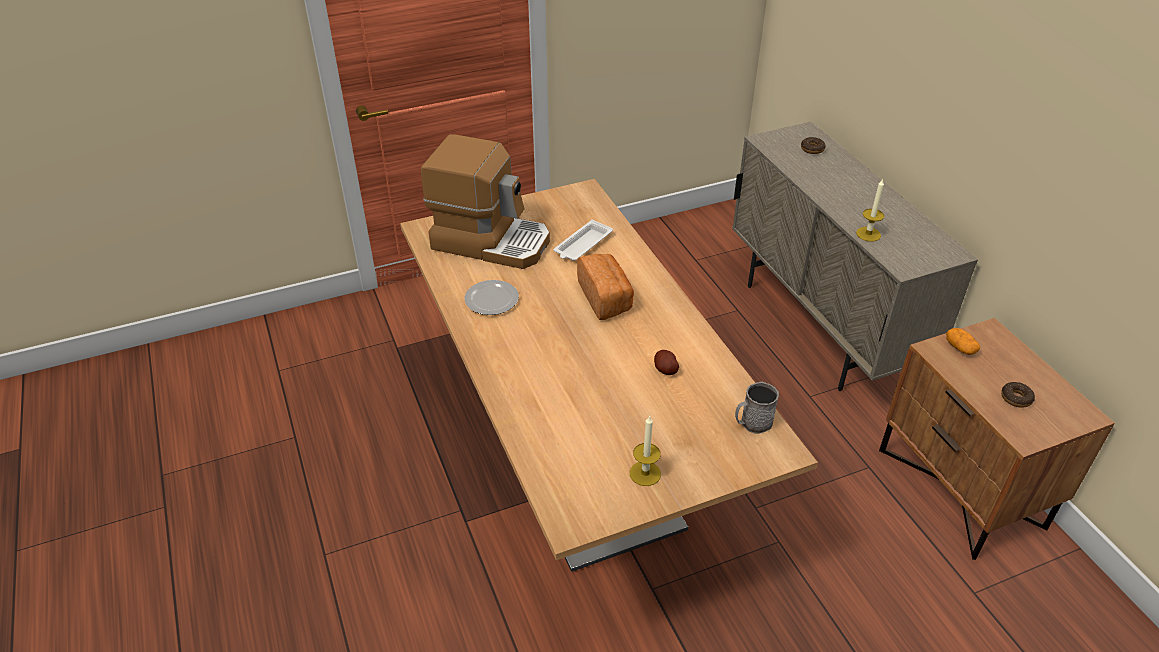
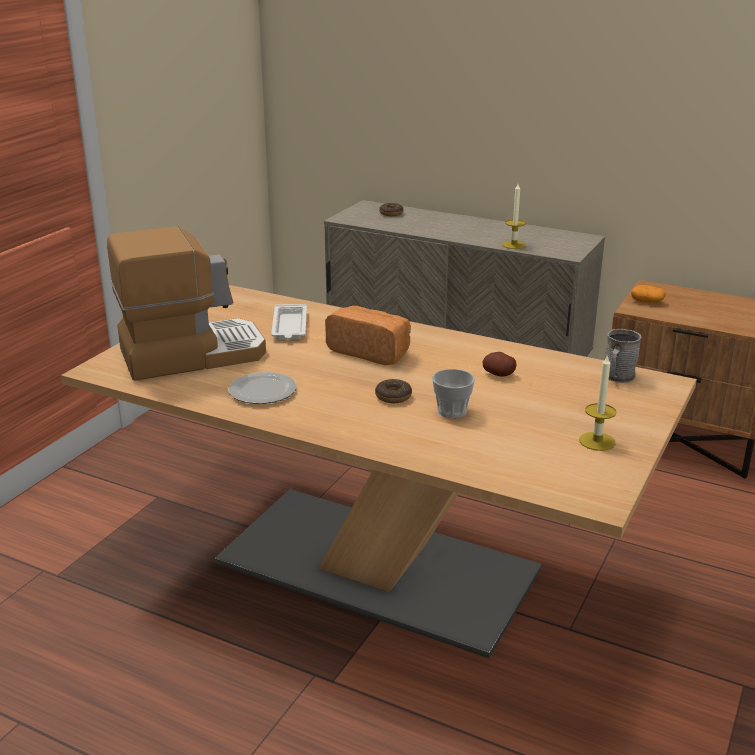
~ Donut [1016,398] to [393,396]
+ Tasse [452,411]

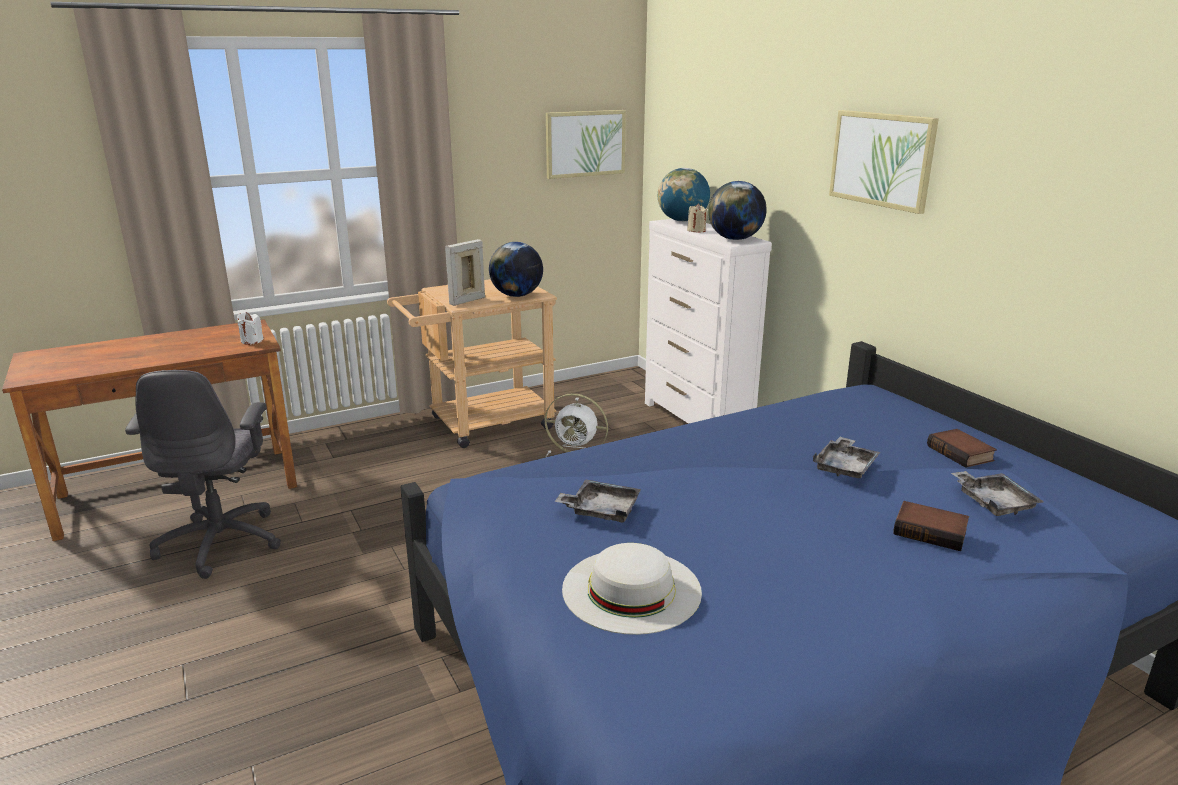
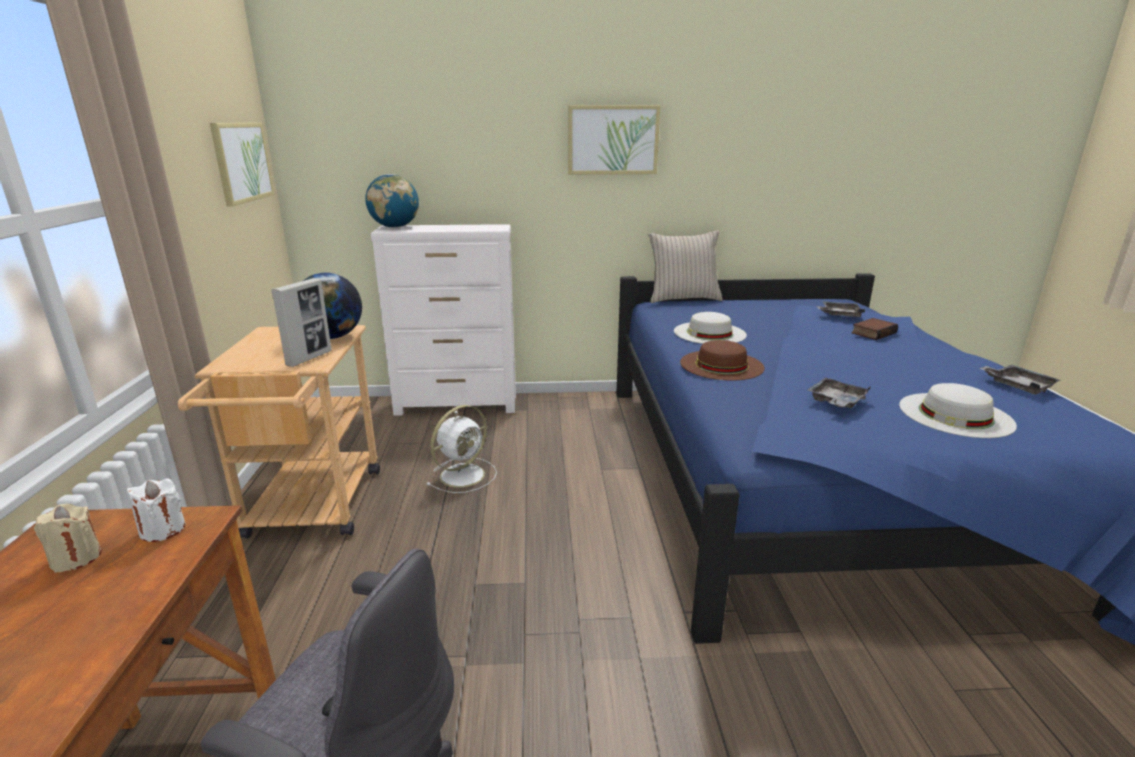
~ Bilderrahmen [467,301] = [309,358] 135 degrees counterclockwise
~ Kerze [beige] [696,230] to [76,558]
- Globus [735,239]
~ Tablett [grau] [845,467] to [1018,386]
- Buch [962,453]
+ Kissen [beige] [683,299]
+ Hut [weiß] [709,333]
+ Hut [braun] [721,365]

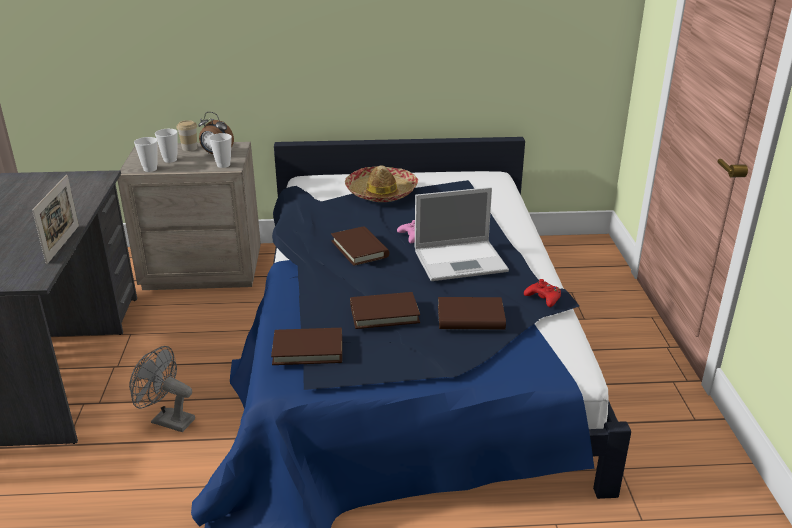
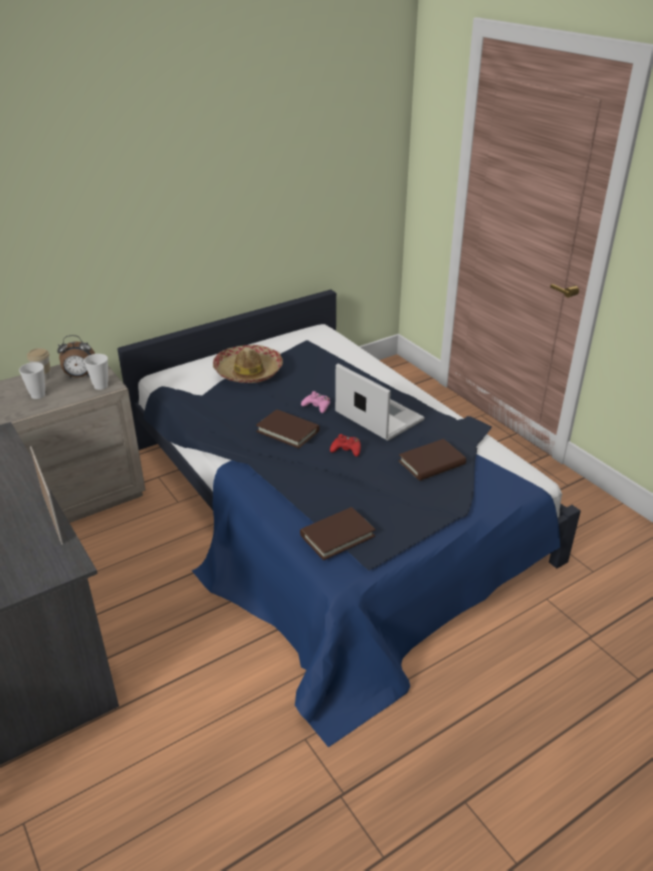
- Ventilator [grau] [167,420]
- Tasse [150,169]
- Buch [braun] [384,313]
~ Laptop [462,260] = [377,416] 90 degrees counterclockwise
~ Gamepad [rot] [543,298] to [346,449]

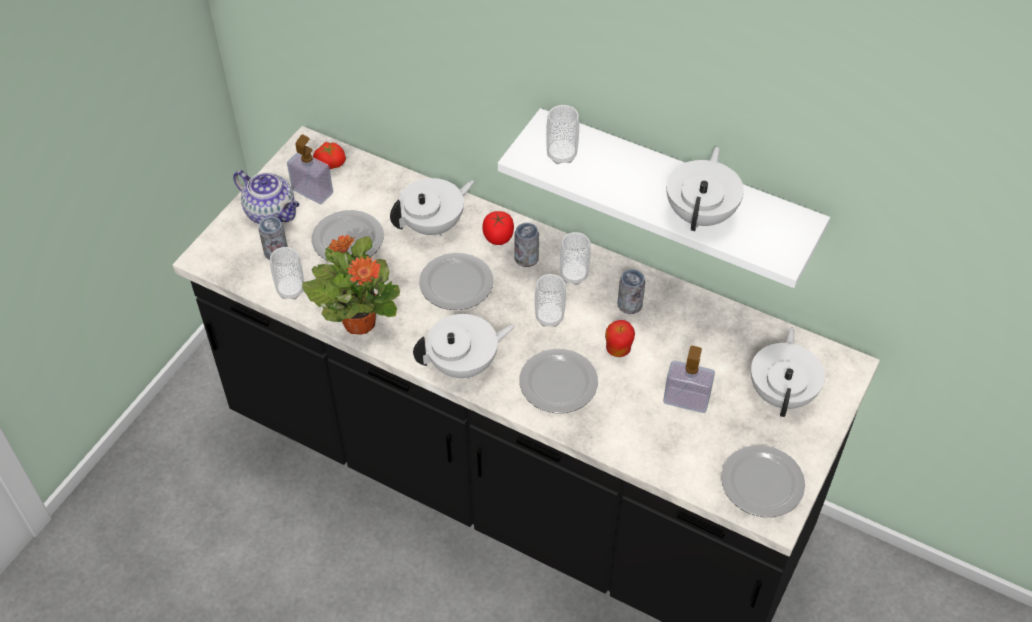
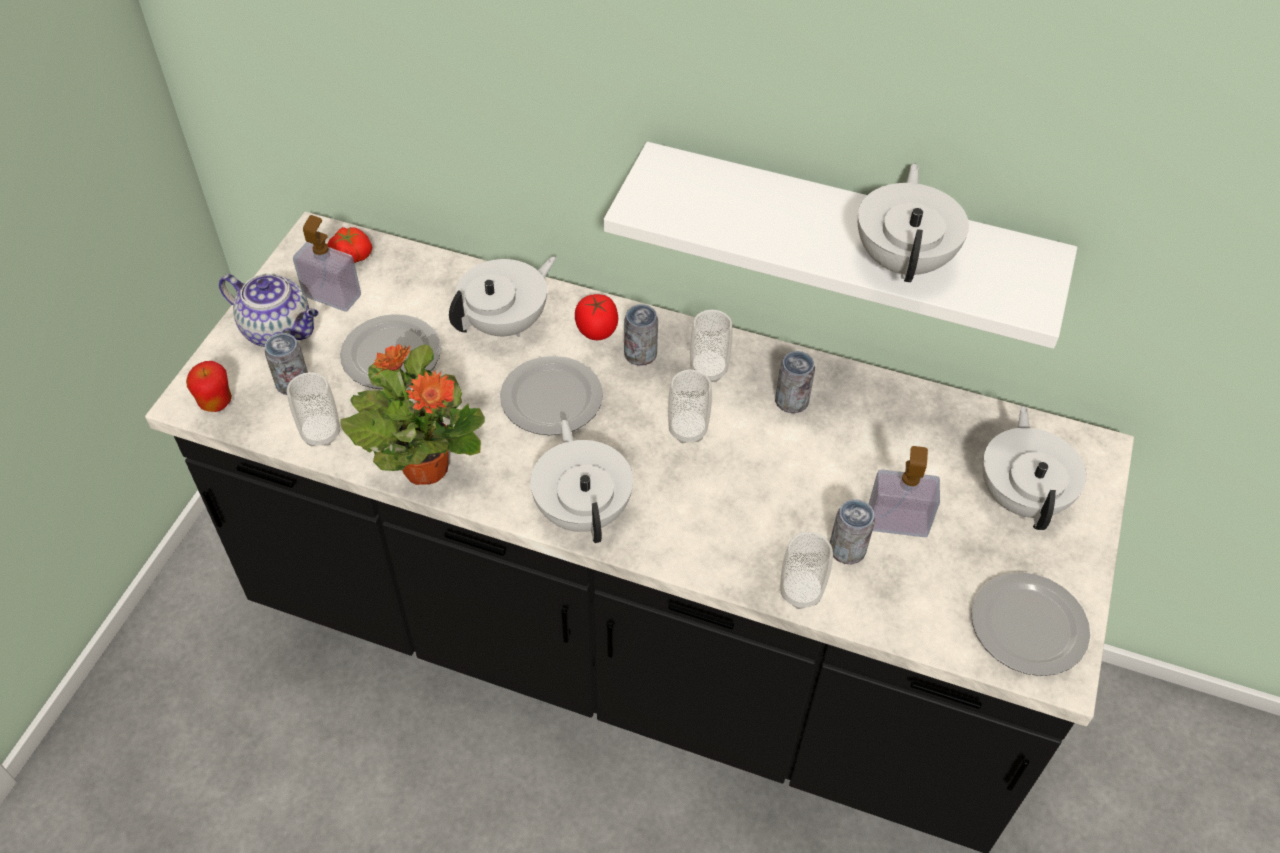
~ Teekanne [weiß] [464,364] = [583,509] 75 degrees counterclockwise
- Teller [557,383]
~ Tasse [561,155] to [800,592]
~ Apfel [618,350] to [216,403]
+ Dose [847,550]

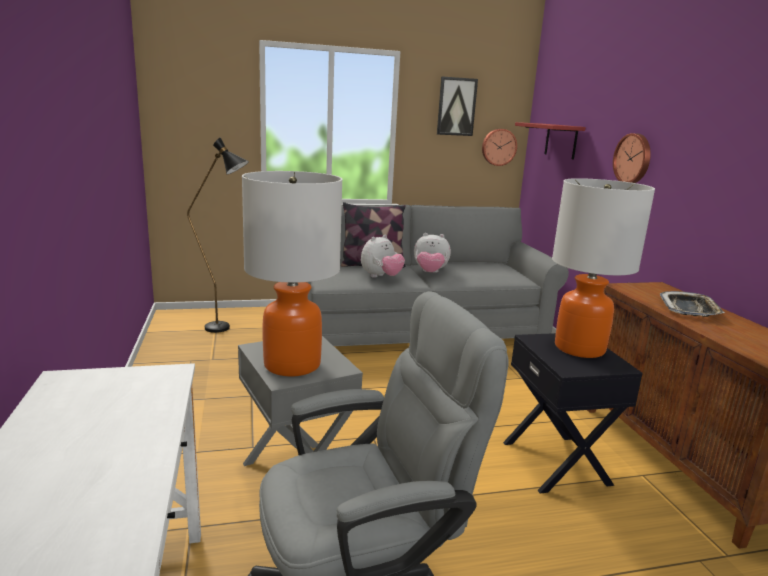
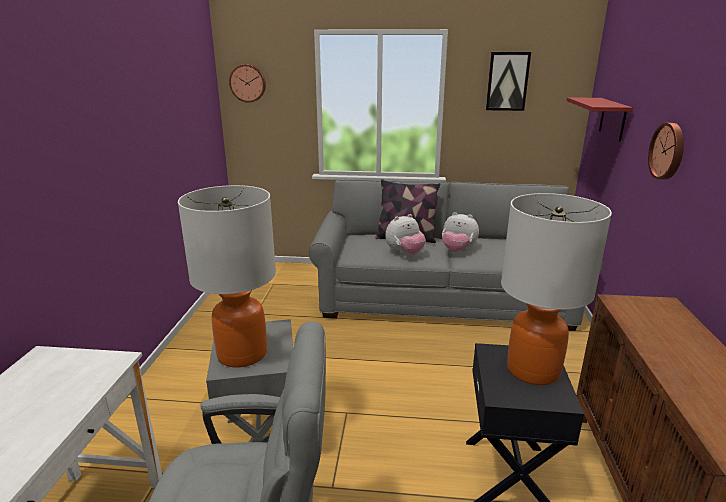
- Stehlampe [schwarz] [225,329]
~ Wanduhr [498,147] to [248,83]
- Tablett [689,309]

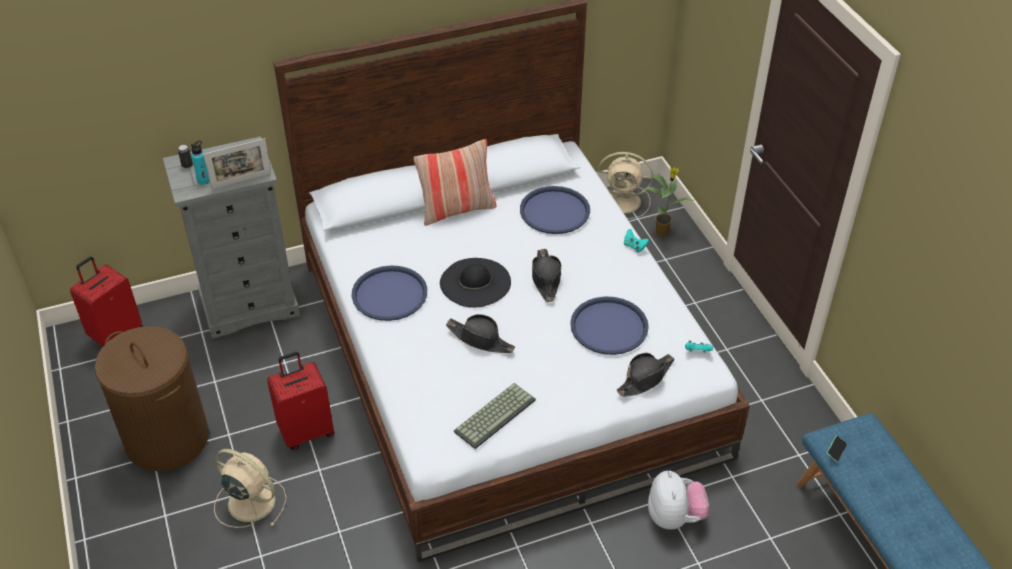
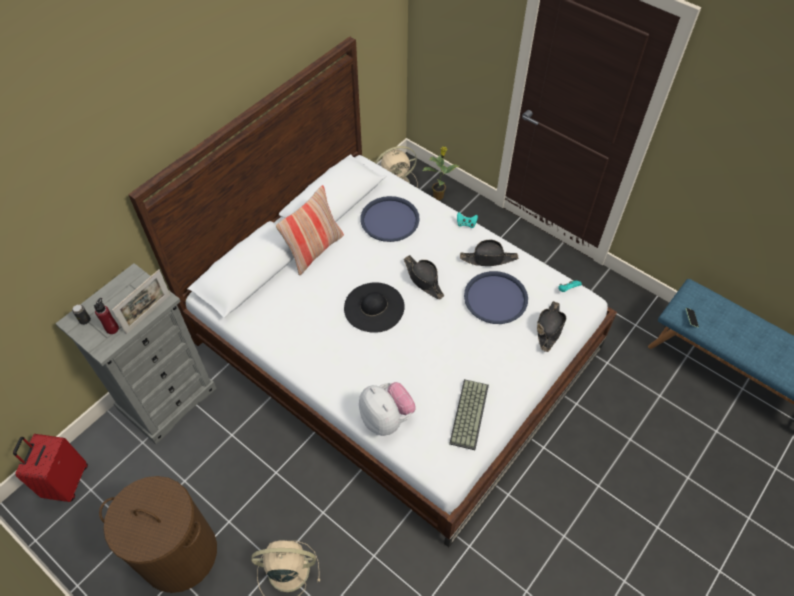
~ Flasche [türkis] [203,180] to Flasche [rot] [112,329]
- Koffer [rot] [306,431]
- Tablett [blau] [389,294]
~ Hut [schwarz] [480,339] to [488,258]
~ Plüschtier [674,517] to [386,418]

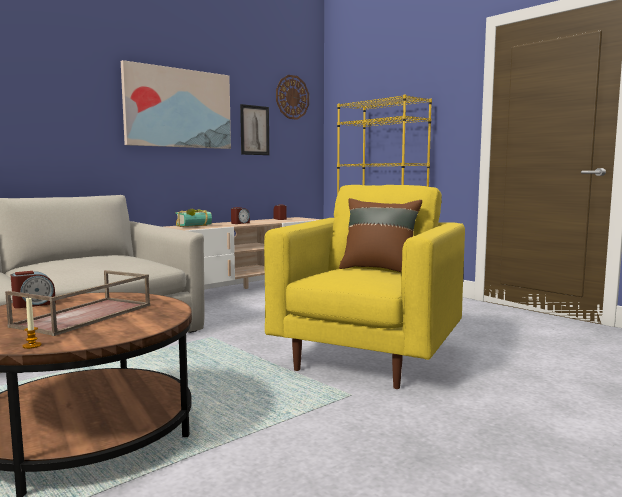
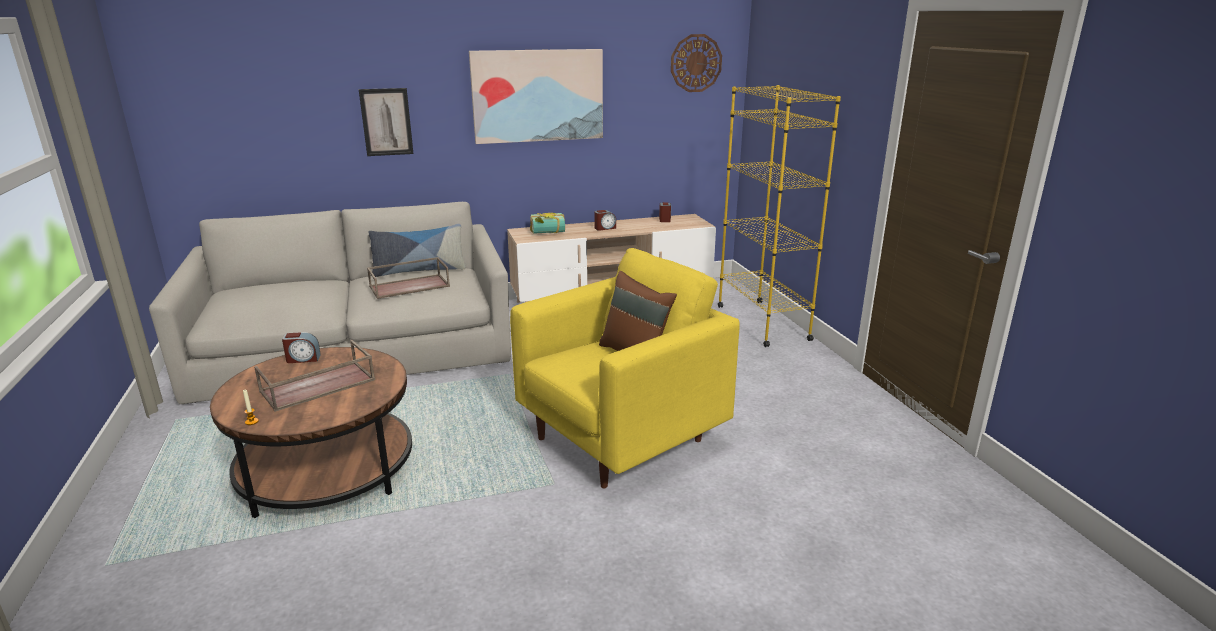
~ Bild [254,130] to [386,122]
+ Tablett [braun] [410,286]
+ Kissen [419,270]

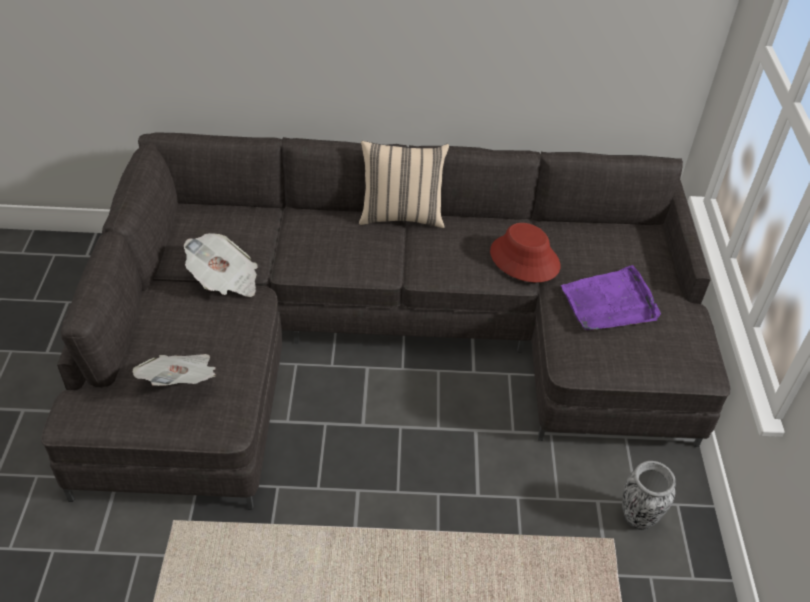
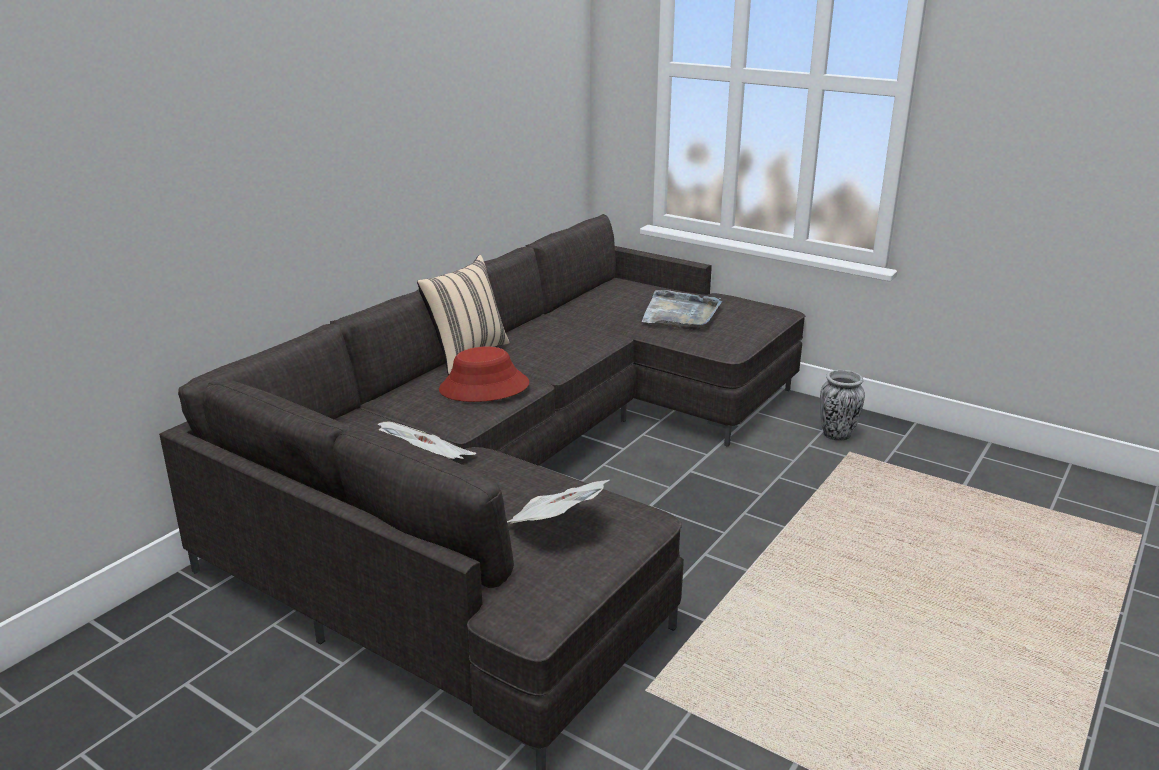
~ Hut [rot] [524,259] to [484,387]
~ Tablett [lila] [609,303] to Tablett [grau] [680,314]

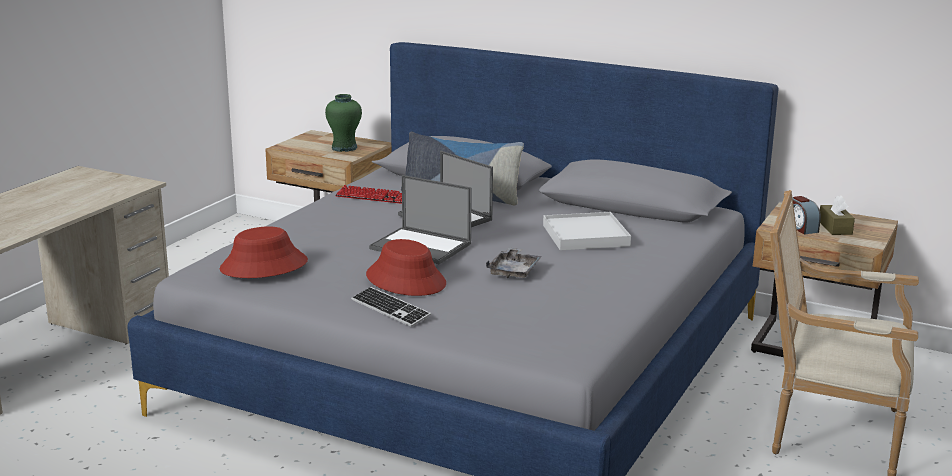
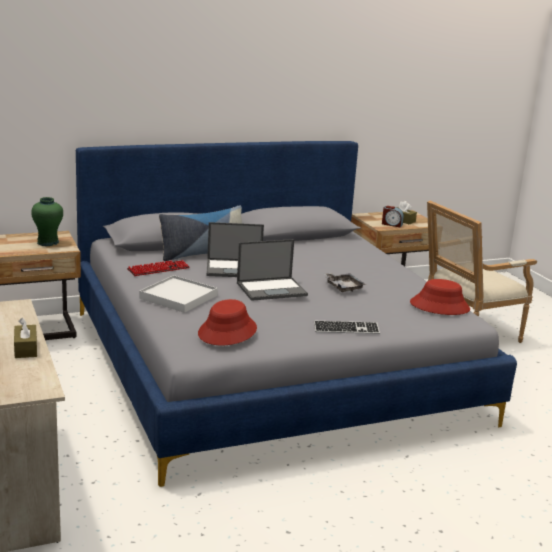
~ Hut [rot] [406,280] to [439,306]
~ Tablett [weiß] [585,235] to [178,297]
+ Taschentuchbox [braun] [26,349]

